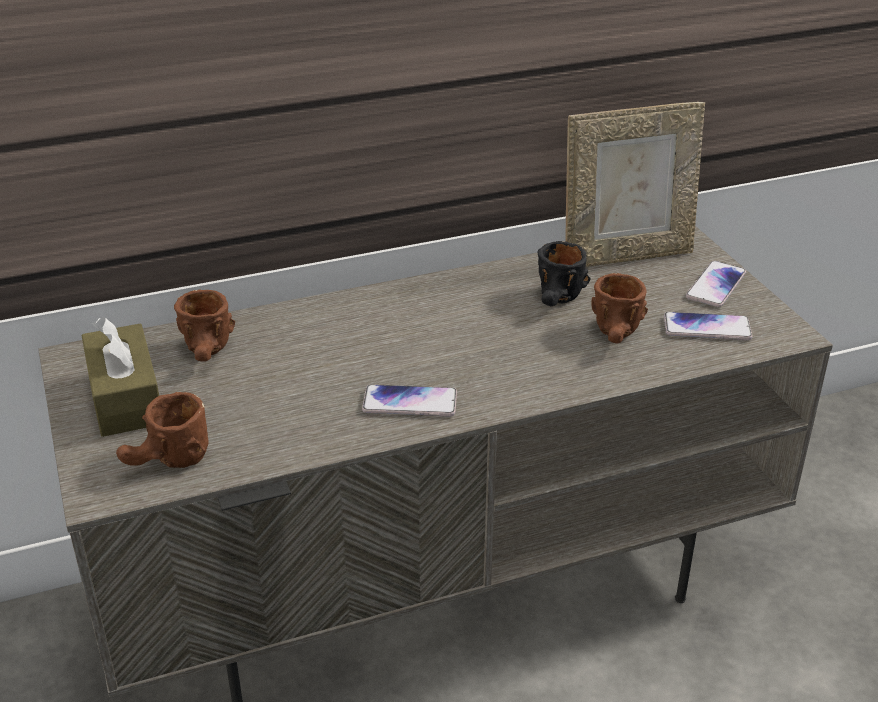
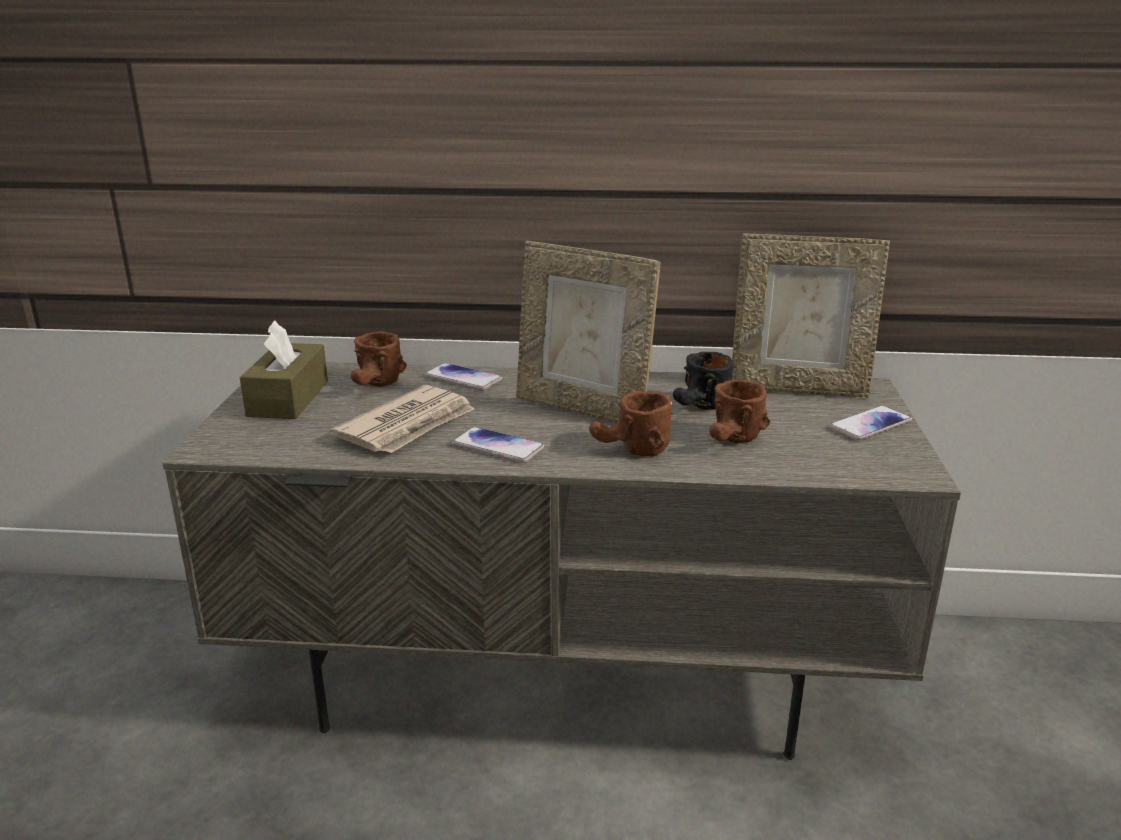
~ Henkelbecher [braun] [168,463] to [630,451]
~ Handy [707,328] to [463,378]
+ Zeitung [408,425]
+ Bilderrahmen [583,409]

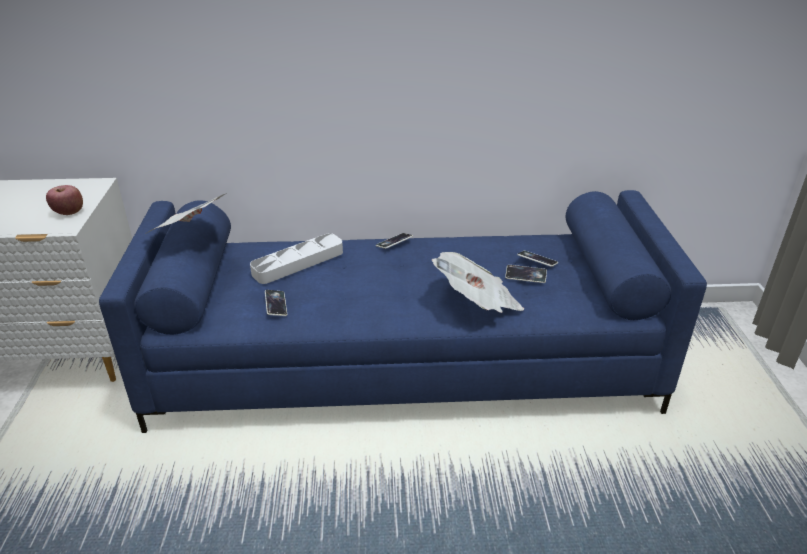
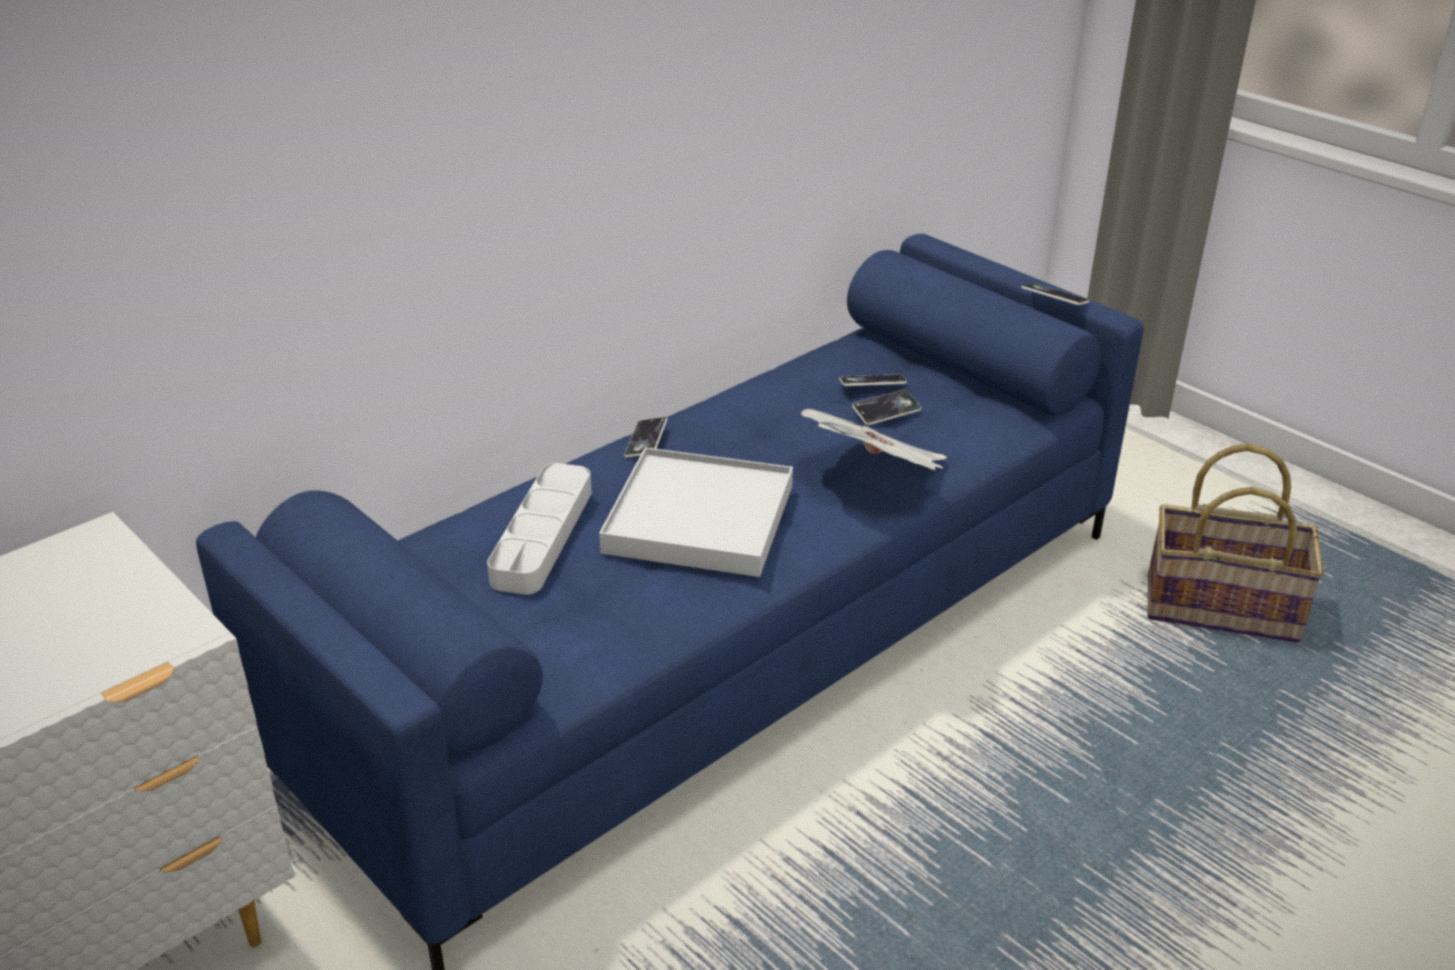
- Apfel [69,212]
- Zeitung [188,235]
~ Handy [276,305] to [1054,298]
+ Tablett [weiß] [698,519]
+ Korb [1222,606]

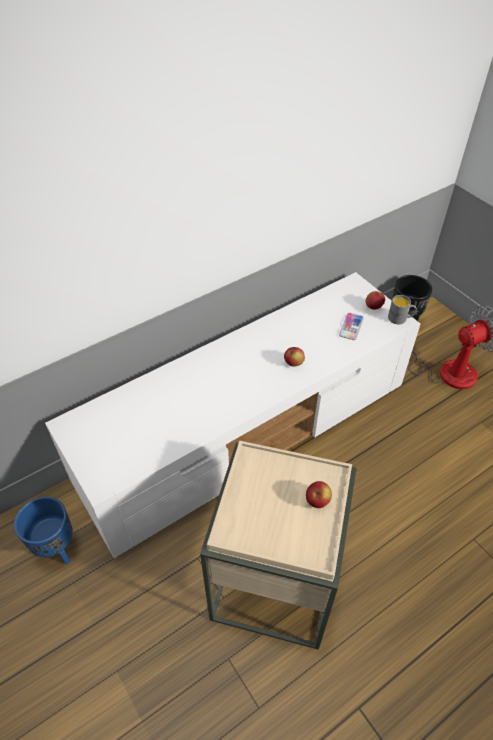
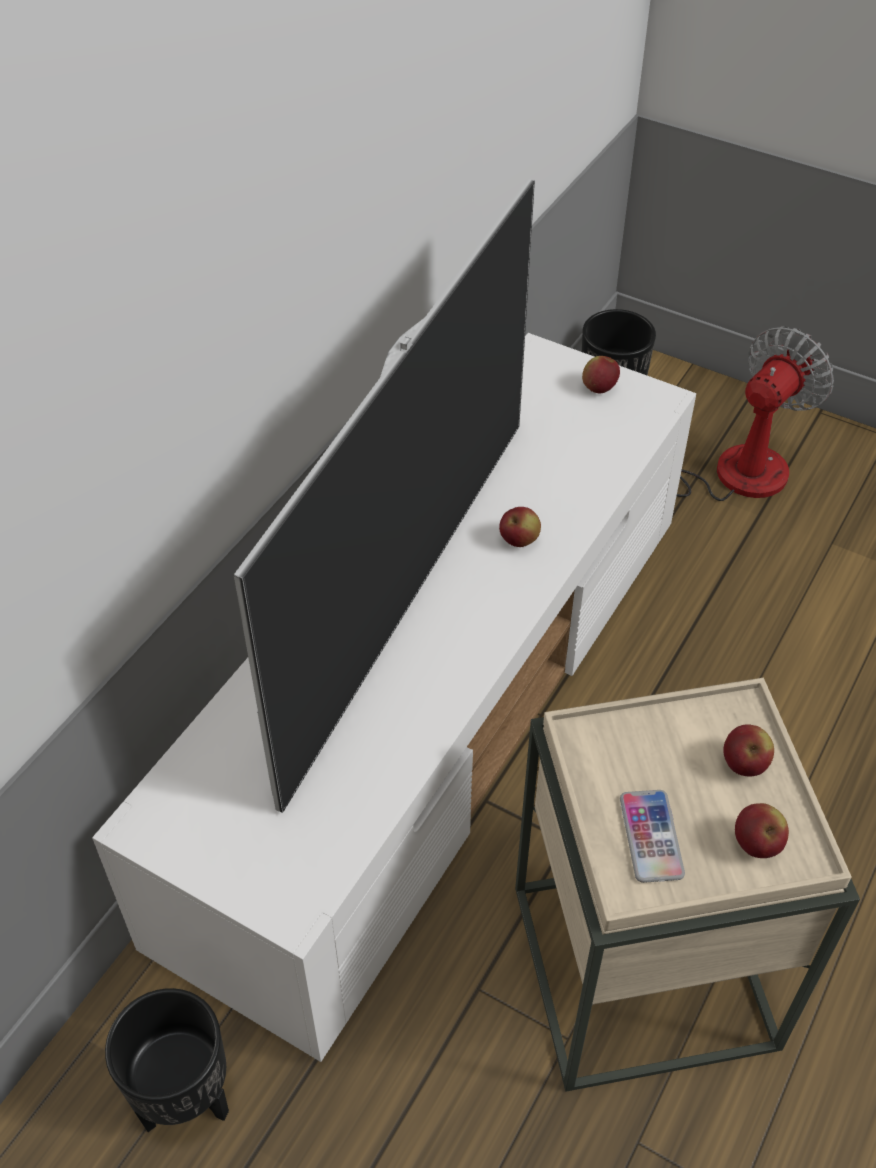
~ Pflanzkübel [blau] [56,549] to Pflanzkübel [schwarz] [183,1099]
~ Handy [351,327] to [651,836]
- Henkelbecher [grau] [400,318]
+ Fernseher [408,596]
+ Apfel [756,844]

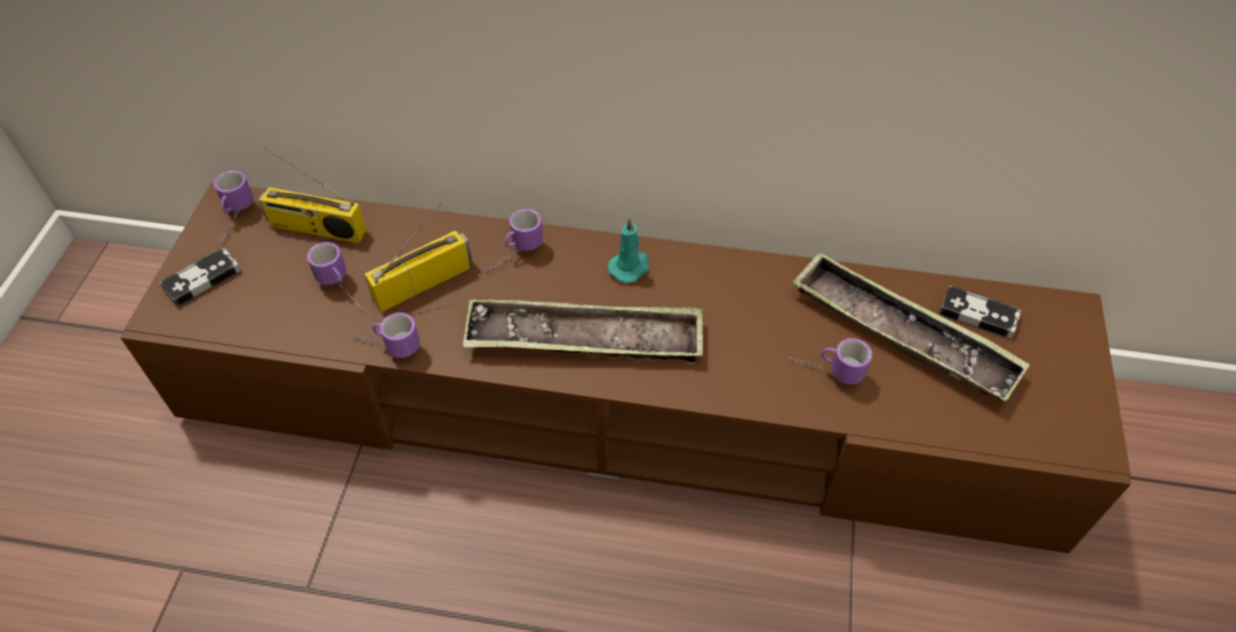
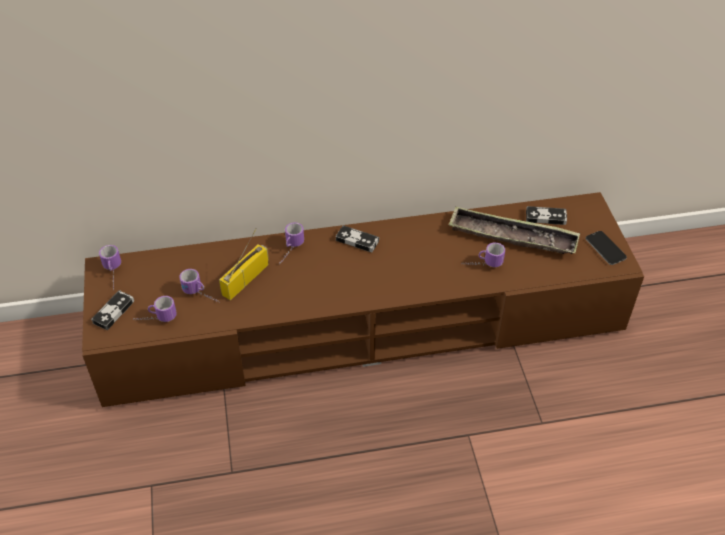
- Radio [315,229]
~ Henkelbecher [386,346] to [155,319]
- Tablett [585,339]
~ Kerze [türkis] [630,267] to Gamepad [357,241]
+ Handy [605,248]

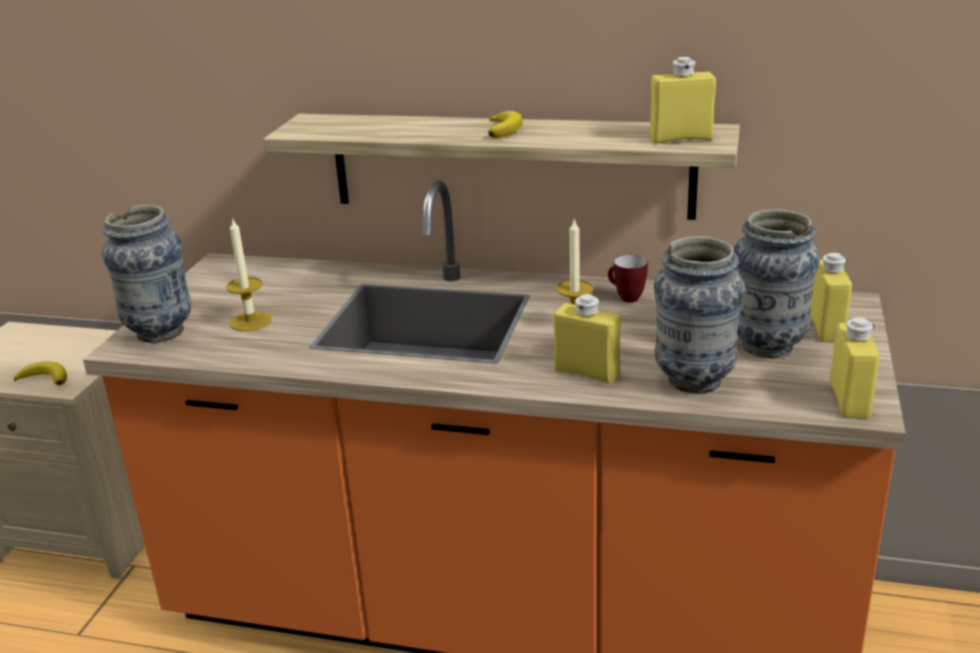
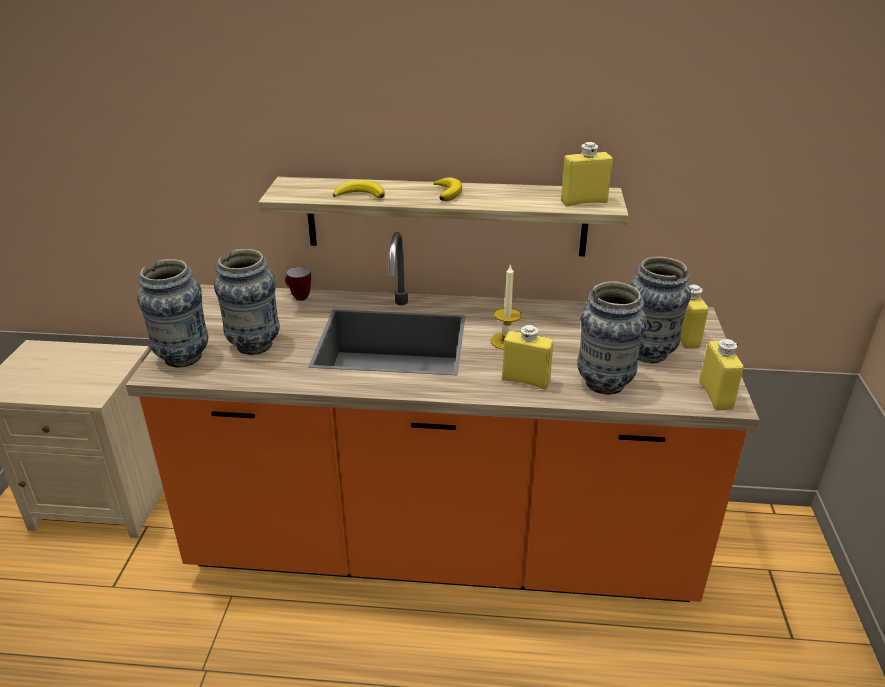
~ Banane [45,378] to [360,194]
~ Kerze [250,321] to Vase [254,345]
~ Henkelbecher [625,298] to [298,297]

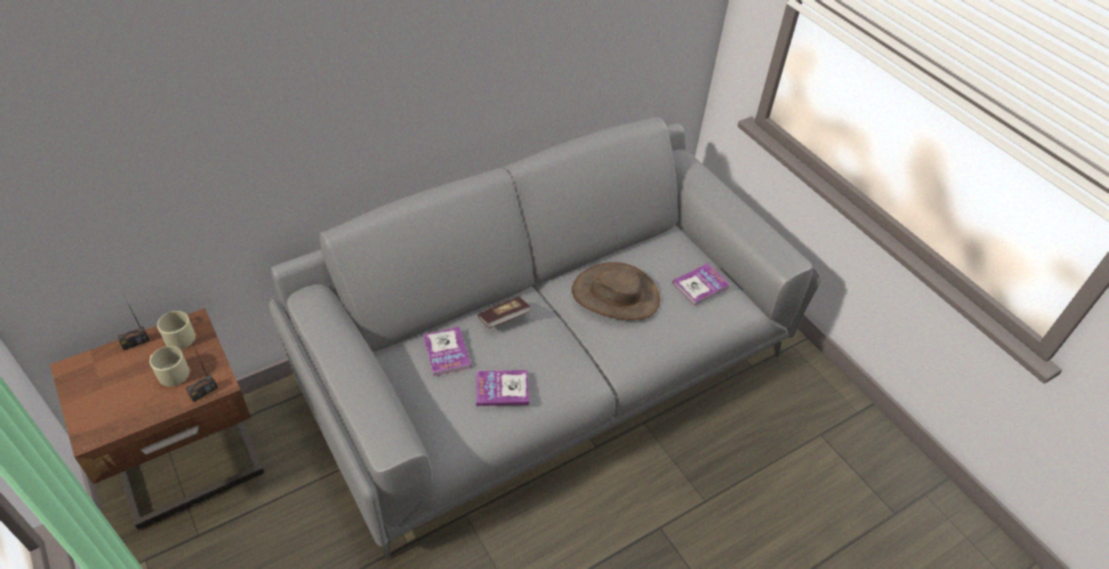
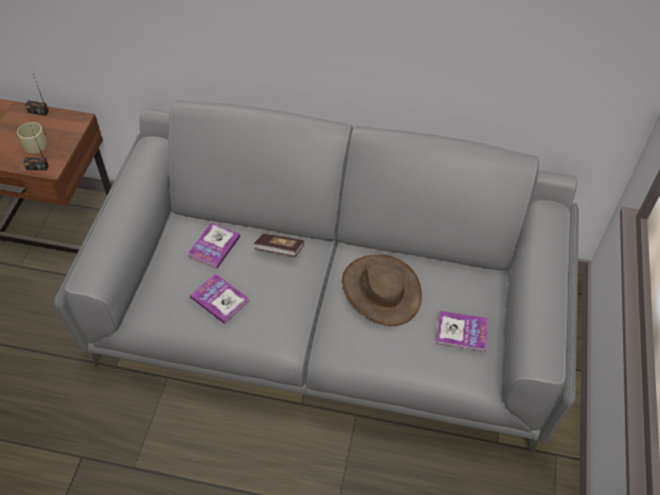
- Henkelbecher [beige] [180,335]

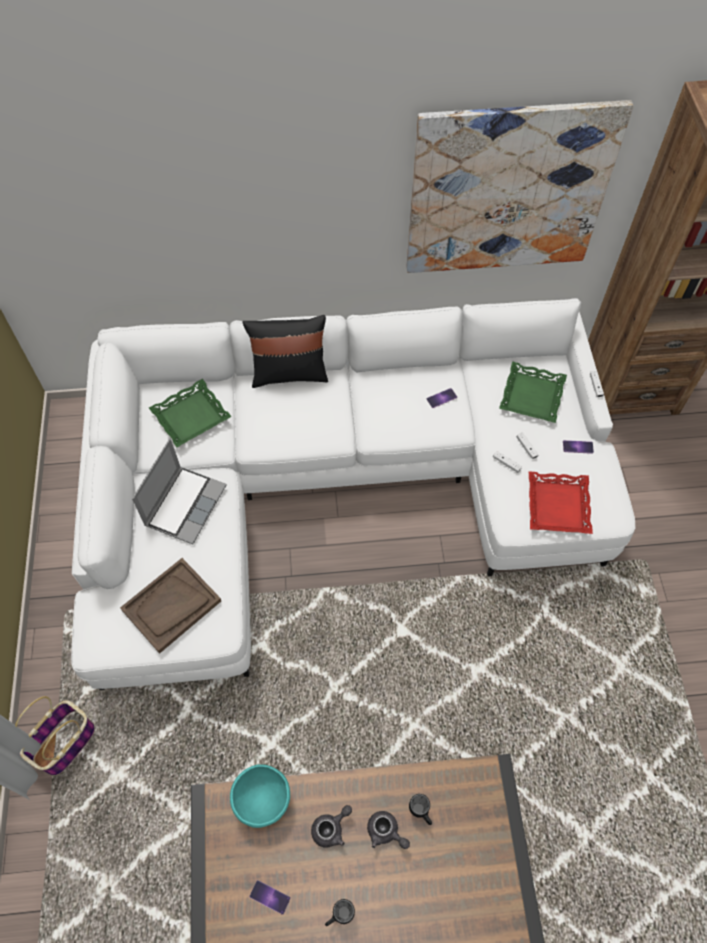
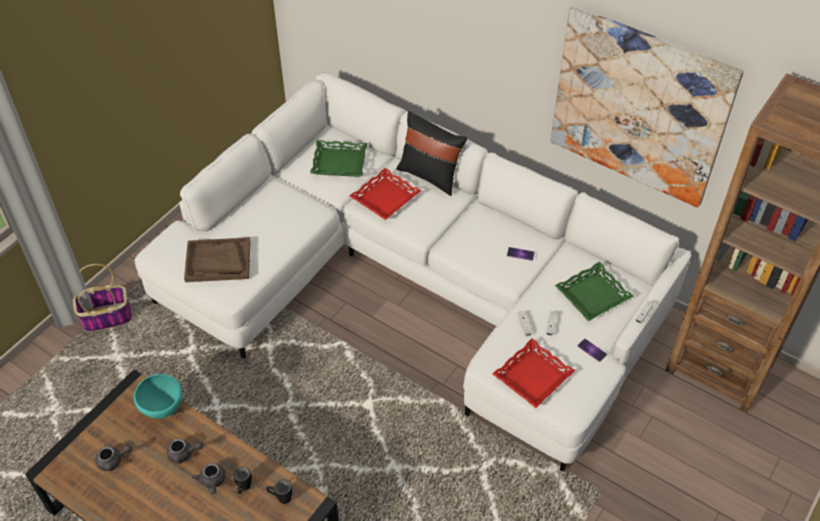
- Laptop [185,504]
~ Handy [270,897] to Teekanne [grau] [113,461]
~ Henkelbecher [schwarz] [339,916] to [280,498]
+ Tablett [rot] [385,198]

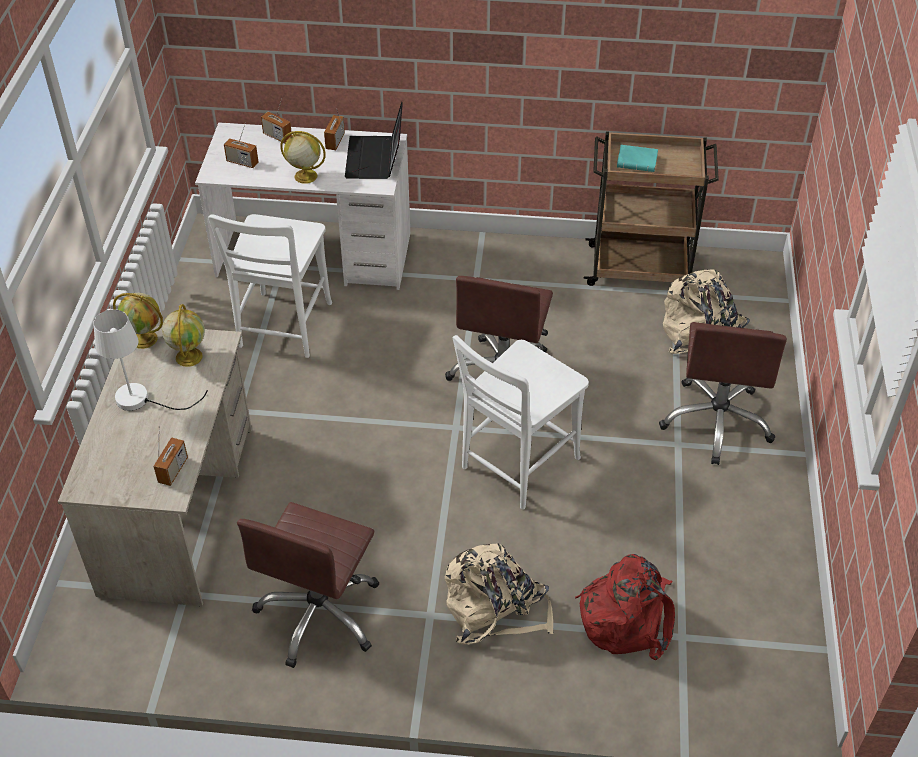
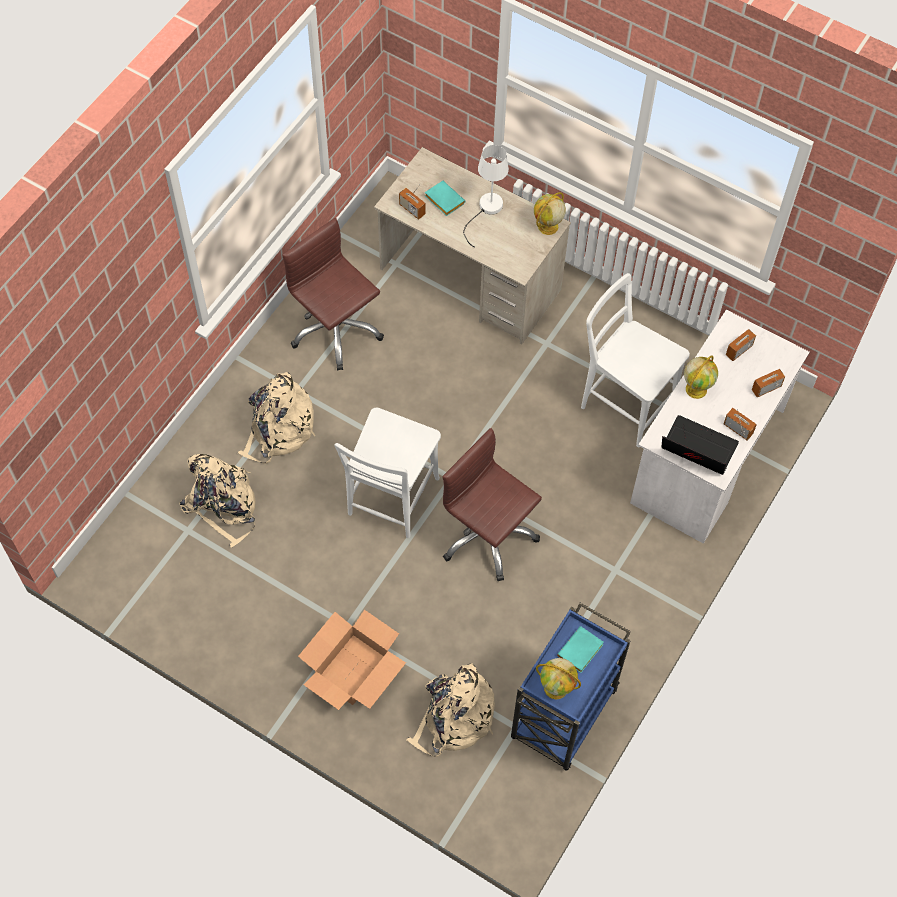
~ Globus [188,356] to [556,688]
~ Stuhl [weiß] [515,466] = [390,500] 135 degrees counterclockwise
~ Rucksack [rot] [627,617] to Rucksack [beige] [223,505]
~ Rollwagen [braun] [640,268] to Rollwagen [blau] [563,716]
~ Bürostuhl [braun] [717,421] to Karton [353,669]
+ Buch [türkis] [443,200]

